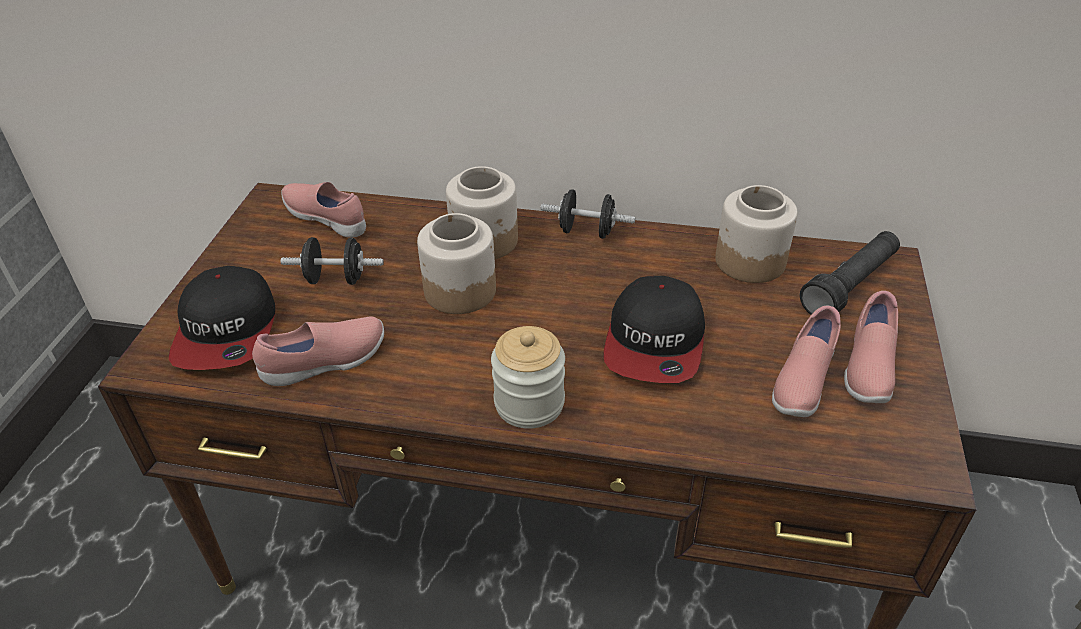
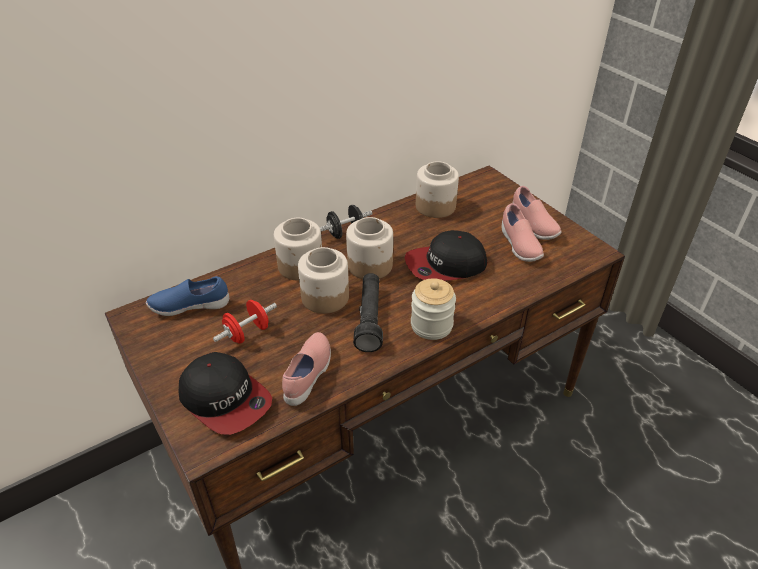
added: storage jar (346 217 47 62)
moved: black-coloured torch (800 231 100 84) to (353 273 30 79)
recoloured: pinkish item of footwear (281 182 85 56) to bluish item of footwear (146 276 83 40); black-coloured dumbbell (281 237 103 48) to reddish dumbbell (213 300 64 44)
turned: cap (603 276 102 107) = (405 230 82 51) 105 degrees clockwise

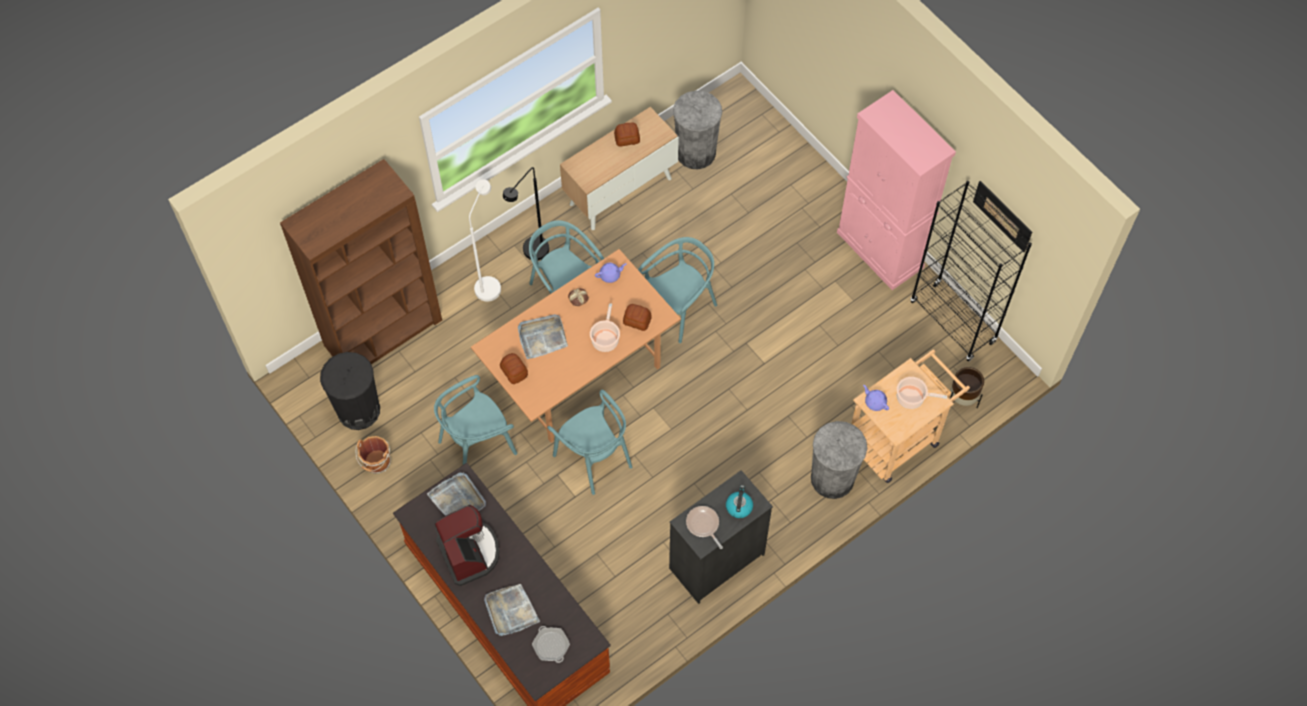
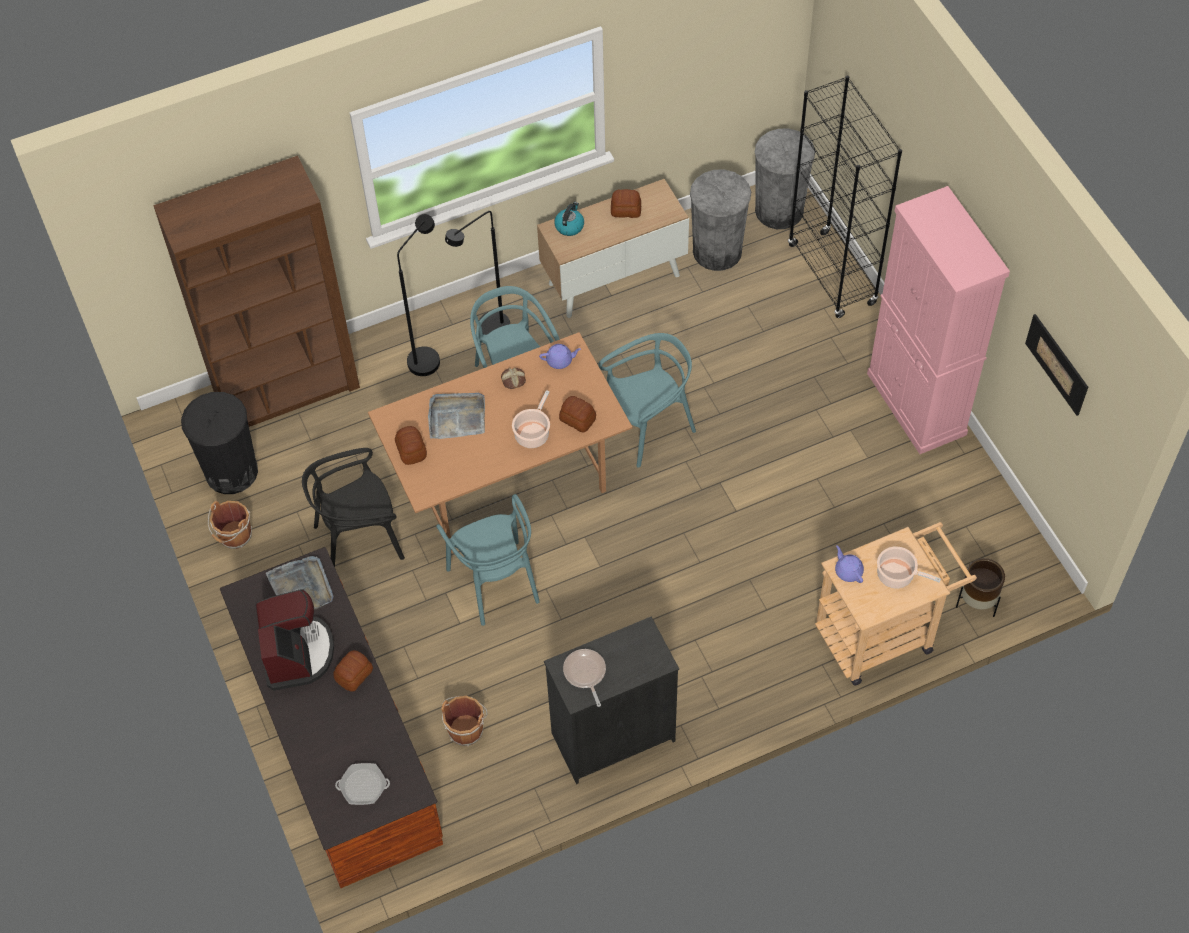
removed: greyish tray (484 584 56 52)
added: bakery bread (333 650 40 42); brown-coloured water bucket (441 696 46 50)
moved: water kettle (726 485 27 33) to (554 202 30 34); greyish waste bin (811 421 56 78) to (755 129 60 100); black-coloured shelving unit (910 181 122 181) to (788 76 114 242)
recoloured: turquoise plain chair (434 375 84 90) to black-coloured plain chair (302 448 103 119); whitish standing lamp (469 179 32 122) to black-coloured standing lamp (397 214 43 162)
turned: pan (532 626 38 37) = (335 763 55 42) 105 degrees clockwise

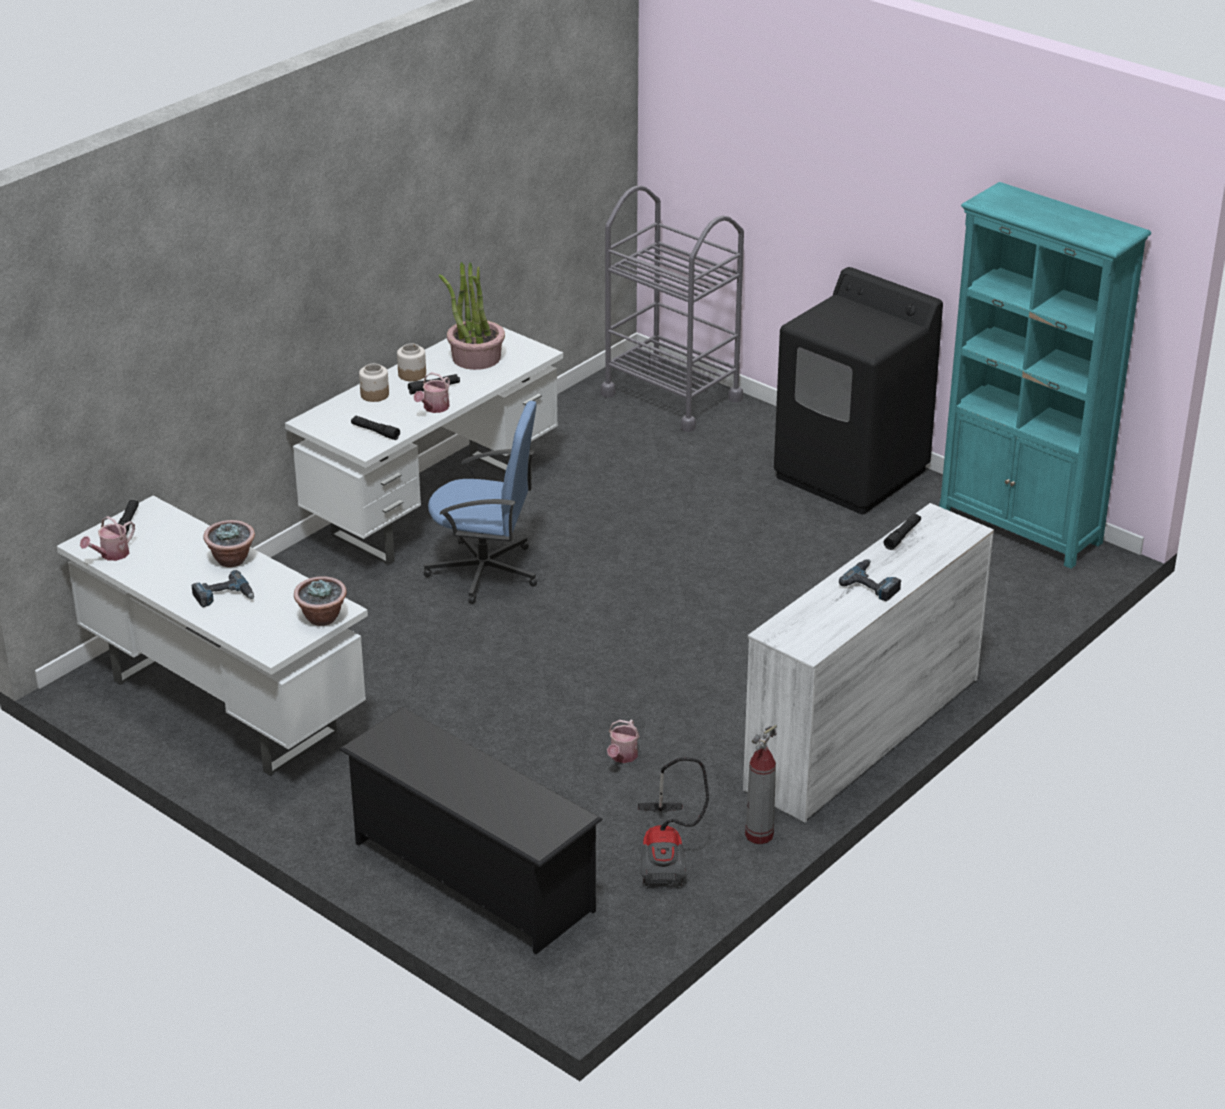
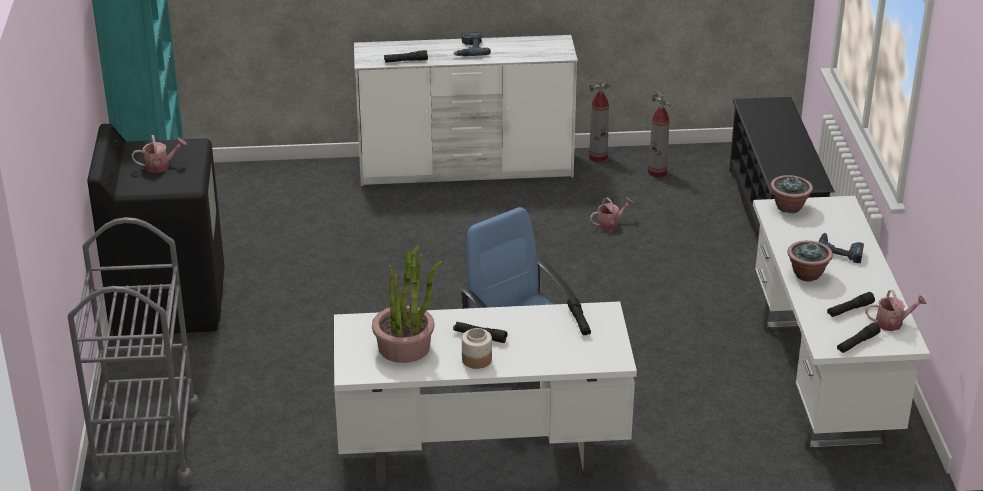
removed: storage jar (359 363 30 39)
added: black-coloured torch (827 292 48 25)
moved: watering can (414 372 36 41) to (132 135 55 38)
replaced: hoover (638 757 71 129) to fire-fighting cylinder (648 91 24 87)

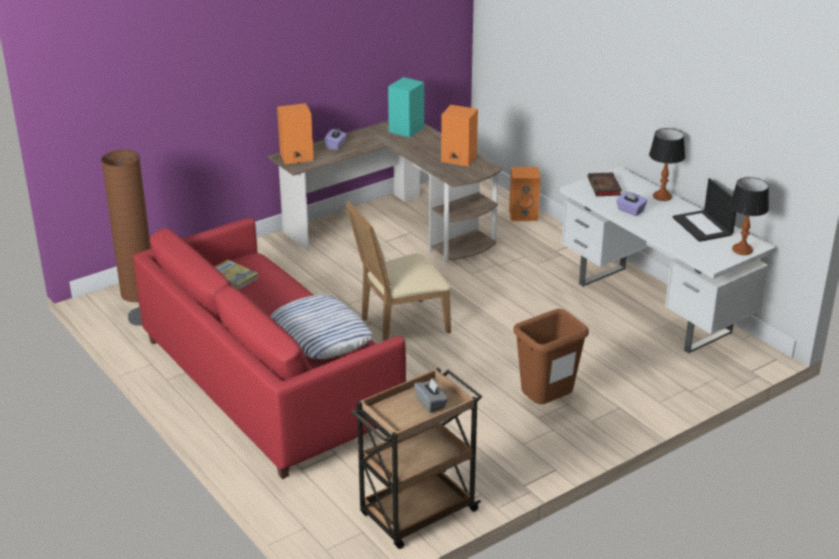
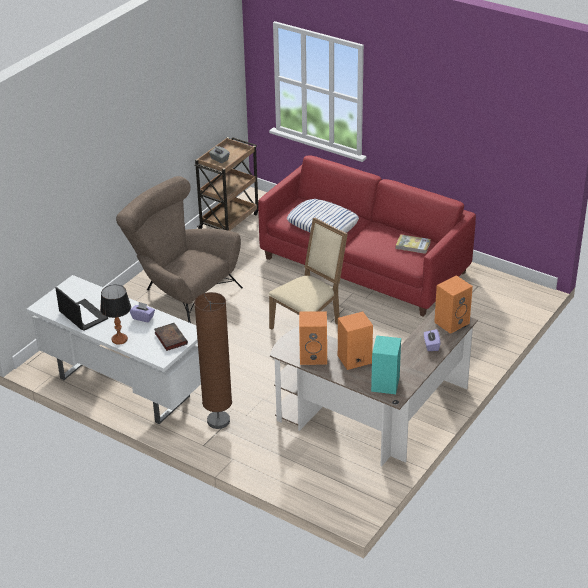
removed: tabletop lamp (729 177 40 78)
moved: brown-coloured standing lamp (101 150 50 176) to (194 292 38 137); orange-coloured audio speaker (509 167 31 54) to (338 312 35 58)
replaced: brown-coloured waste bin (513 309 76 95) to brown-coloured easy chair (116 176 127 147)

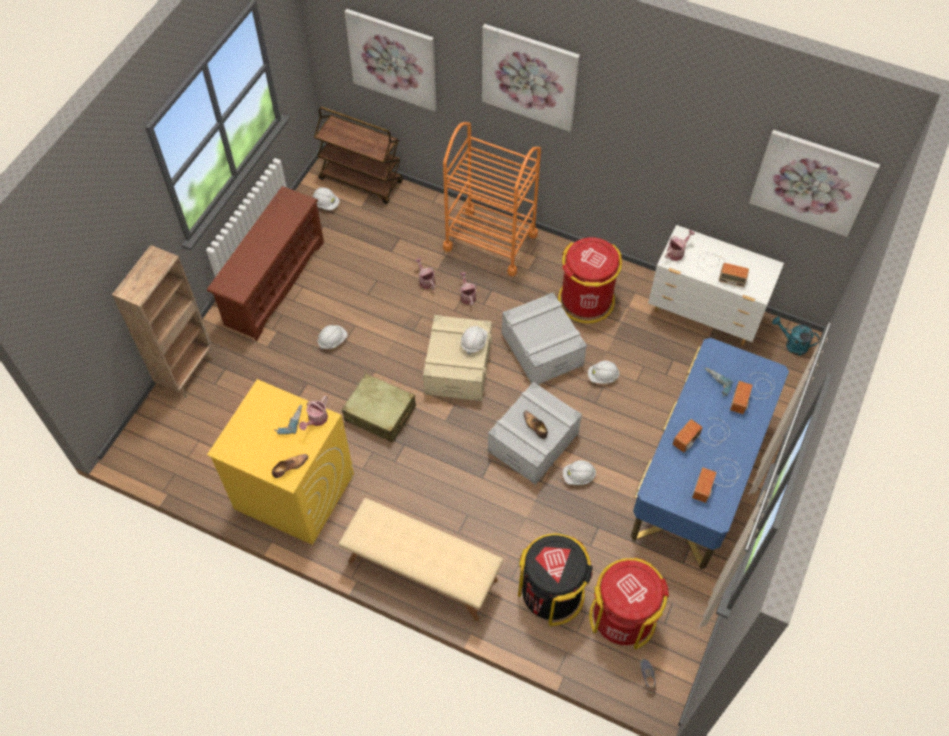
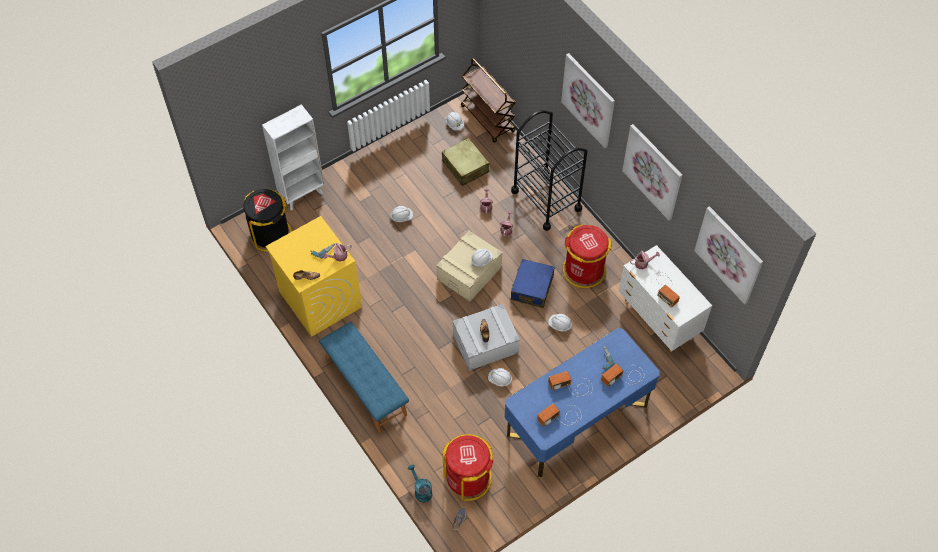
removed: brown-coloured shoe stand (207 186 117 155)
moved: black-coloured waste bin (518 534 75 92) to (243 189 49 63); turquoise watering can (772 317 48 38) to (408 465 24 38); beige-coloured piece of luggage (342 373 74 70) to (442 138 47 48); picture (344 9 92 102) to (622 124 60 96)
replaced: greyish storage box (501 292 86 93) to bluish piece of luggage (511 259 43 49)
recoloured: brown-coloured shelving unit (112 245 101 154) to whitish shelving unit (262 104 62 106); beige-coloured long seat (339 498 164 124) to bluish long seat (319 322 90 111); orange-coloured trolley (443 122 98 154) to black-coloured trolley (511 110 76 121)

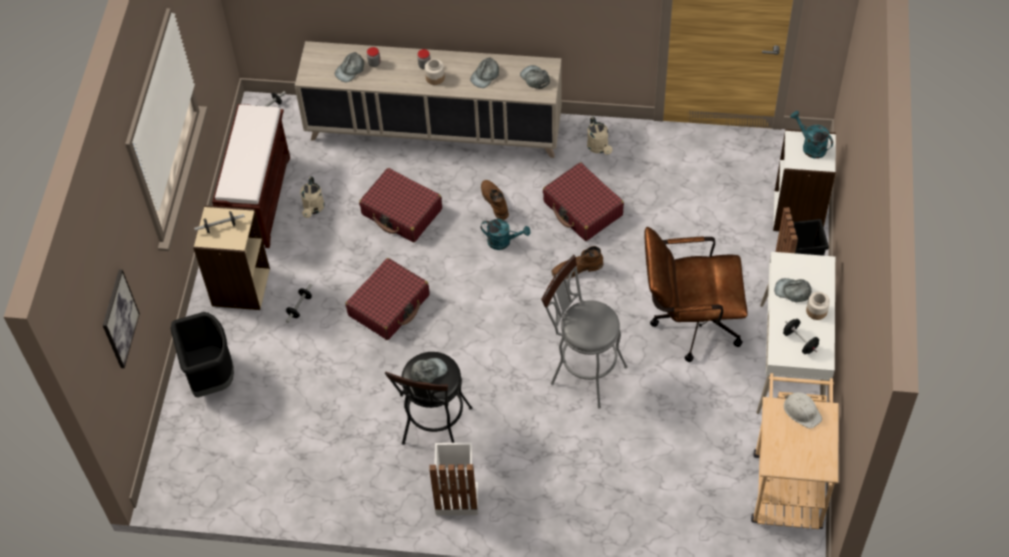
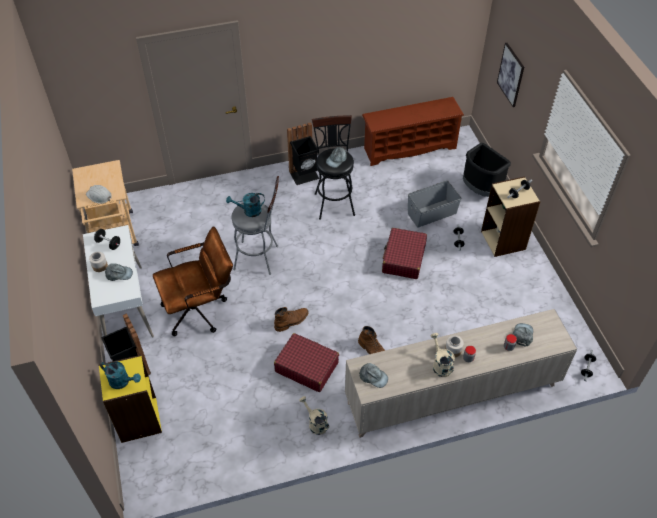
removed: brown-coloured long seat (212 104 78 144); reddish piece of luggage (359 168 83 74); greyish cap (470 57 29 31)
added: brown-coloured shoe stand (362 97 102 69); greyish storage box (408 180 54 48)
moved: turquoise watering can (481 219 49 31) to (226 193 39 24); beige-coloured watering can (300 177 25 41) to (430 333 25 44)
recoloured: whitish shelving unit (773 129 63 102) to yellow-coloured shelving unit (99 355 63 88); whitish waste bin (429 443 49 72) to black-coloured waste bin (287 122 32 63)

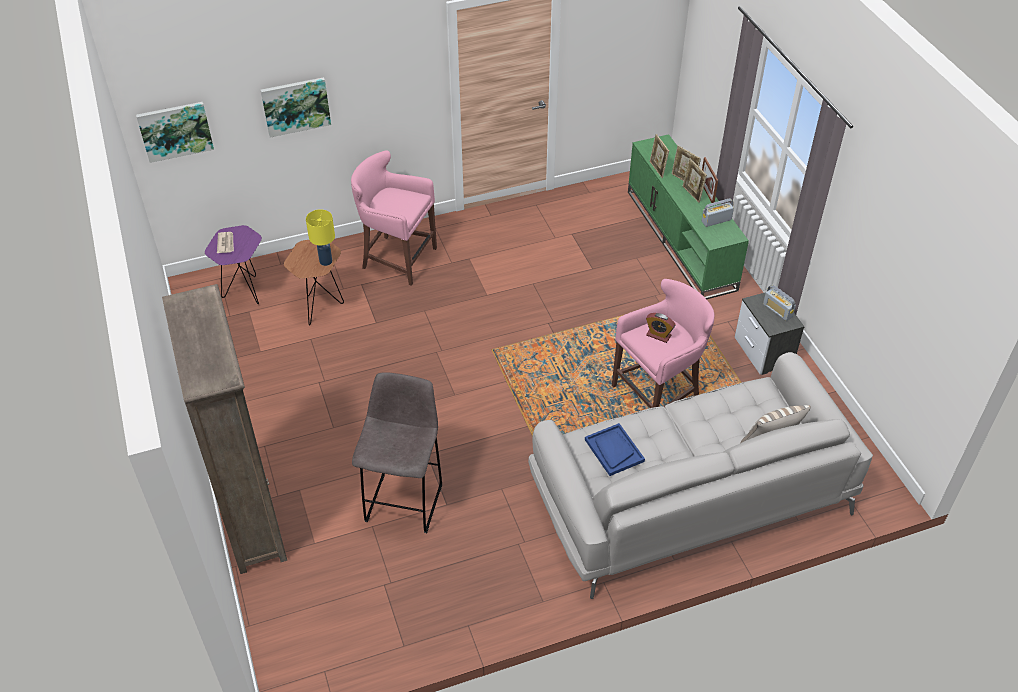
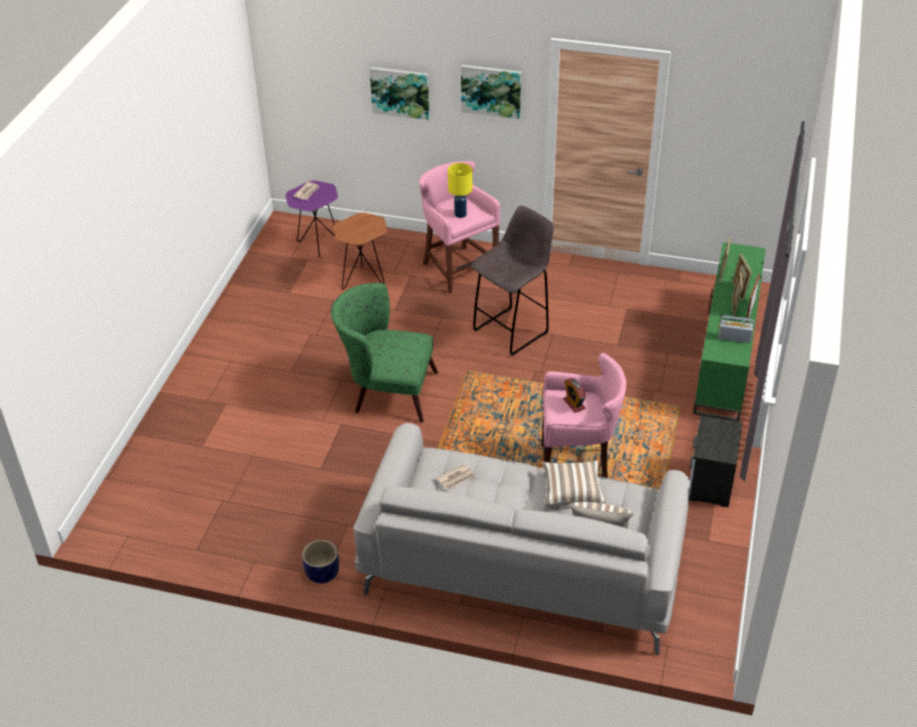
removed: brown-coloured shelving unit (162 284 125 290); radio receiver (763 285 33 36)
added: plant pot (302 540 37 43); green easy chair (331 283 107 140); pillow (541 461 65 44)
moved: yellow-coloured tabletop lamp (306 209 29 57) to (448 163 24 55); picture (136 102 78 61) to (461 65 60 54); greyish sitting stool (352 372 90 161) to (471 206 83 150)
replaced: bluish tray (585 423 60 53) to daily paper (436 464 39 26)

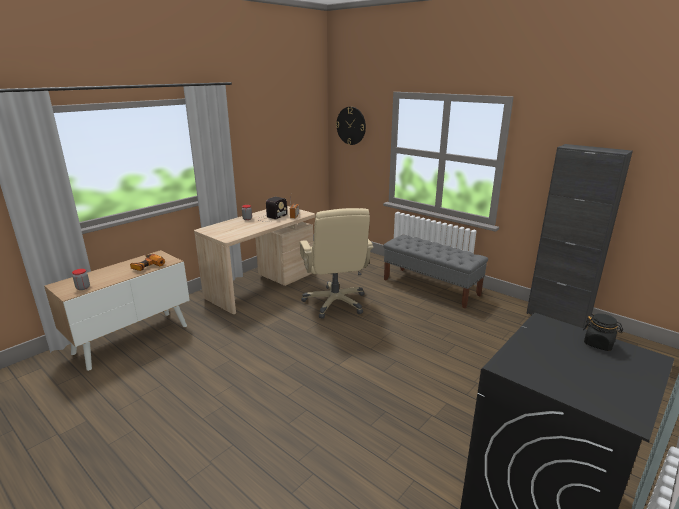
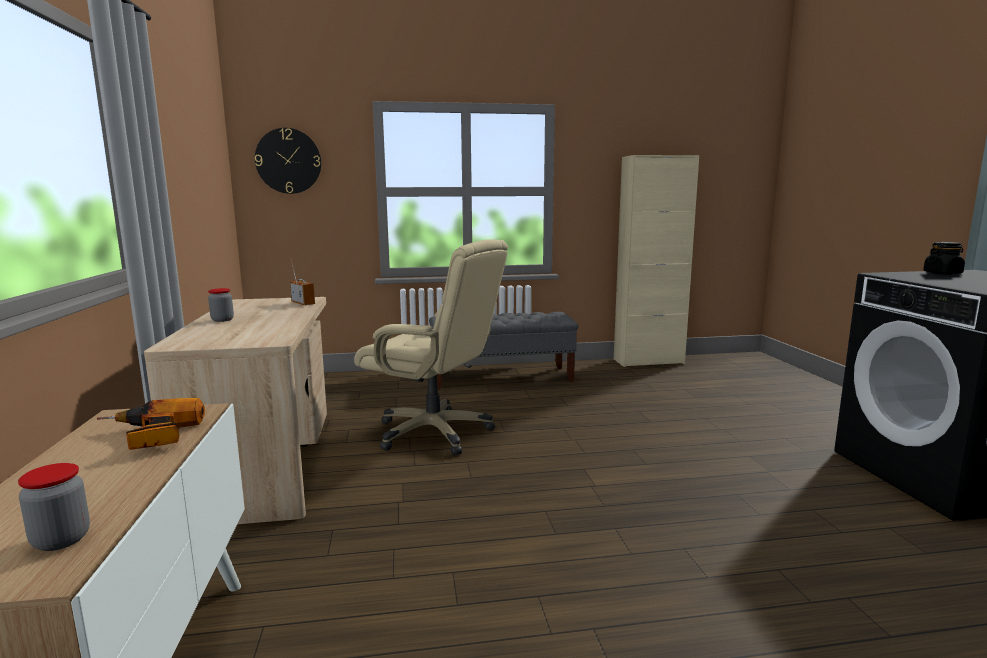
removed: radio receiver (257 197 30 25)
recoloured: black-coloured cupboard (526 144 107 185) to beige-coloured cupboard (614 155 85 212)

